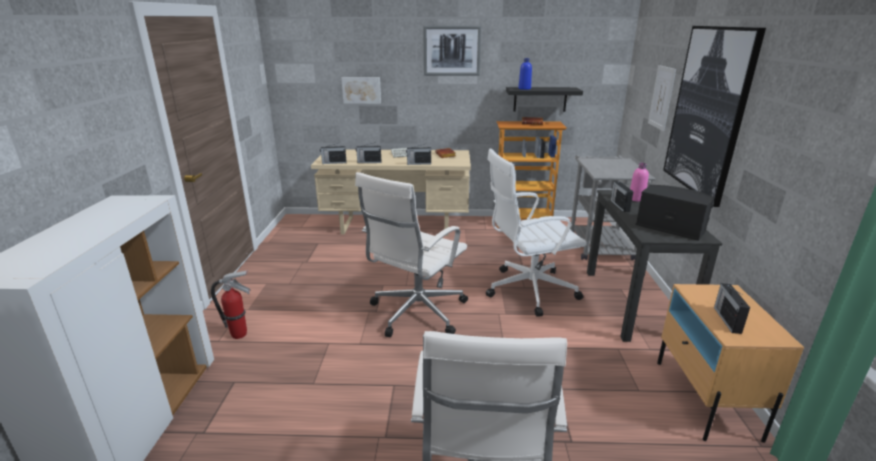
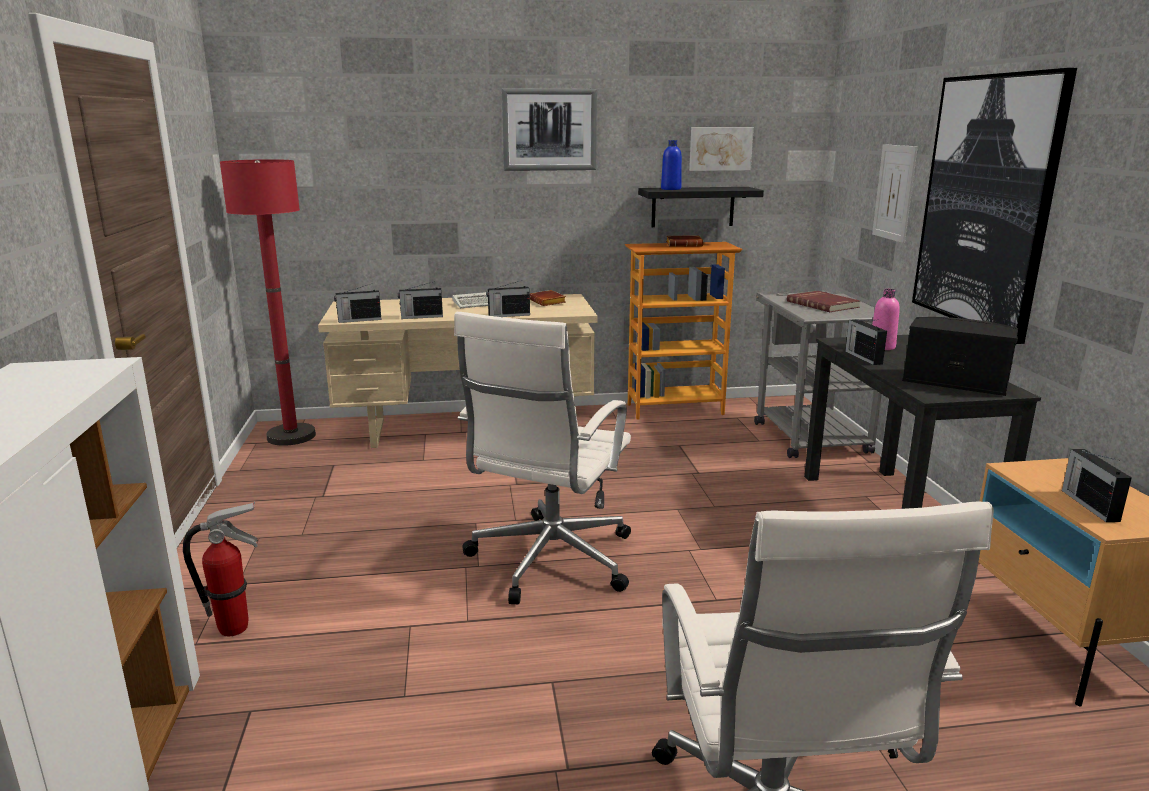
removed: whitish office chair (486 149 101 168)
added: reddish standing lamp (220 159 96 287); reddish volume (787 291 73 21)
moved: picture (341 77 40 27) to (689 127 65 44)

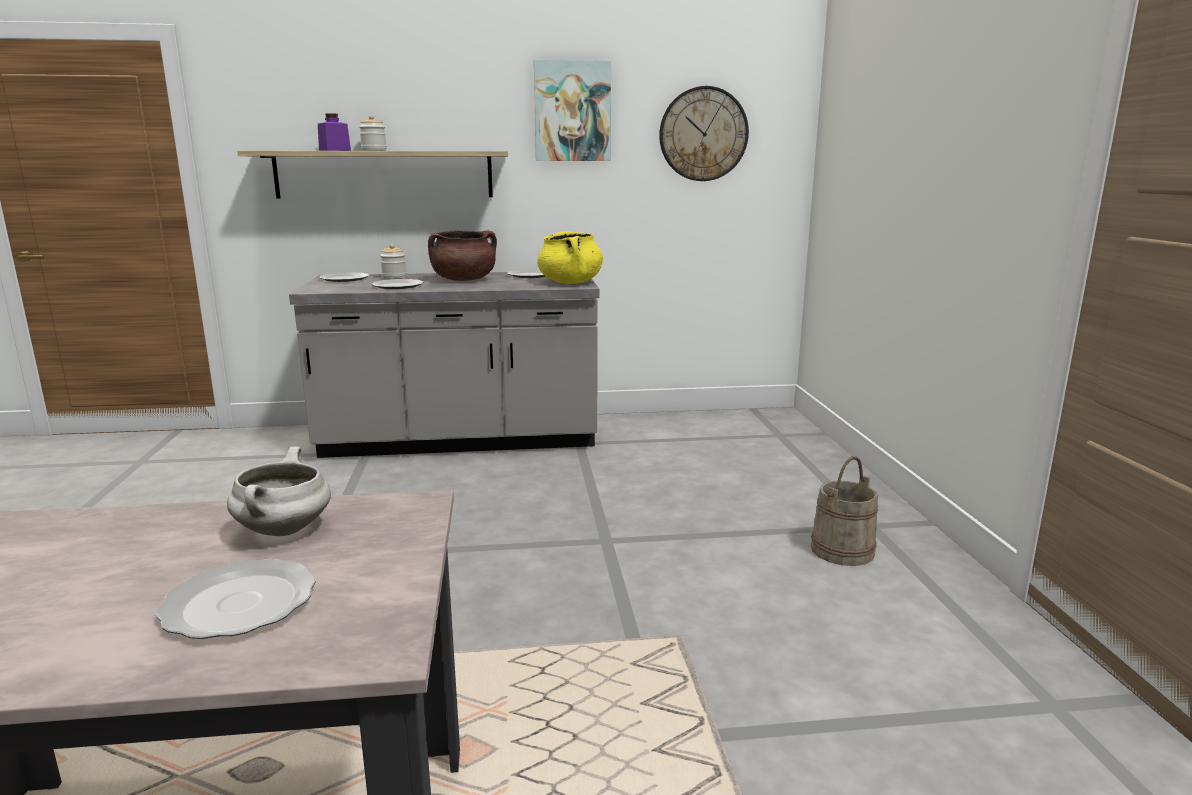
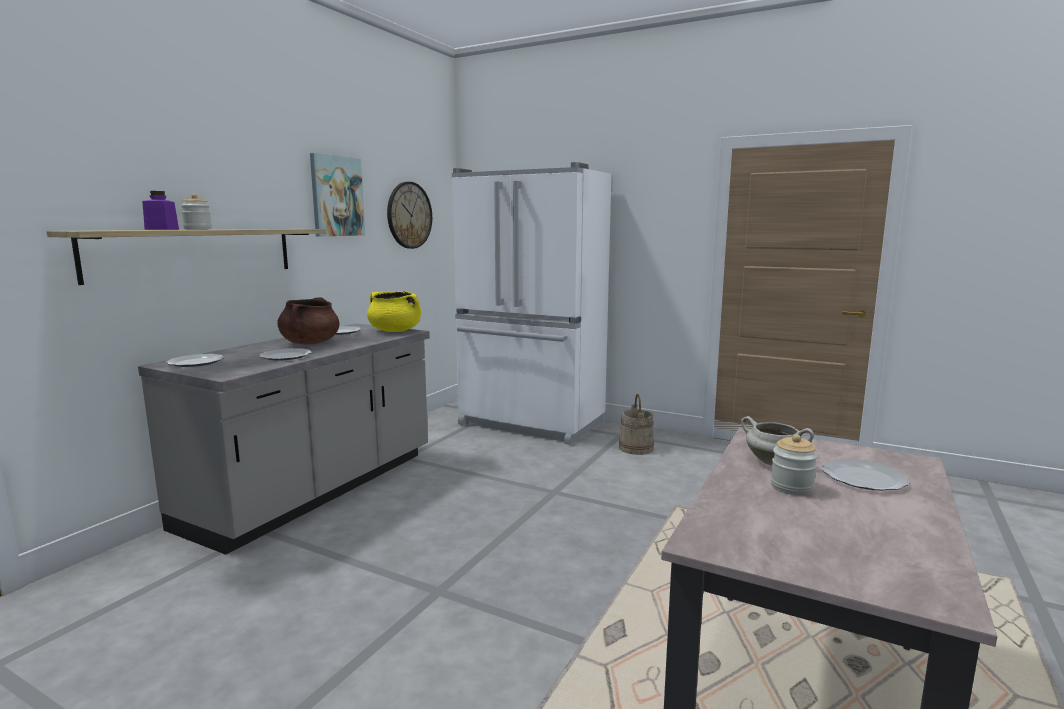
added: whitish fridge (452 162 159 283)
moved: storage jar (380 244 27 35) to (771 434 47 61)

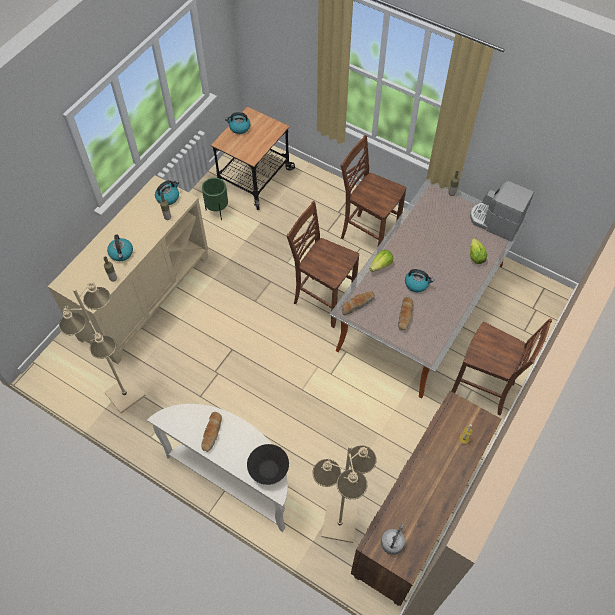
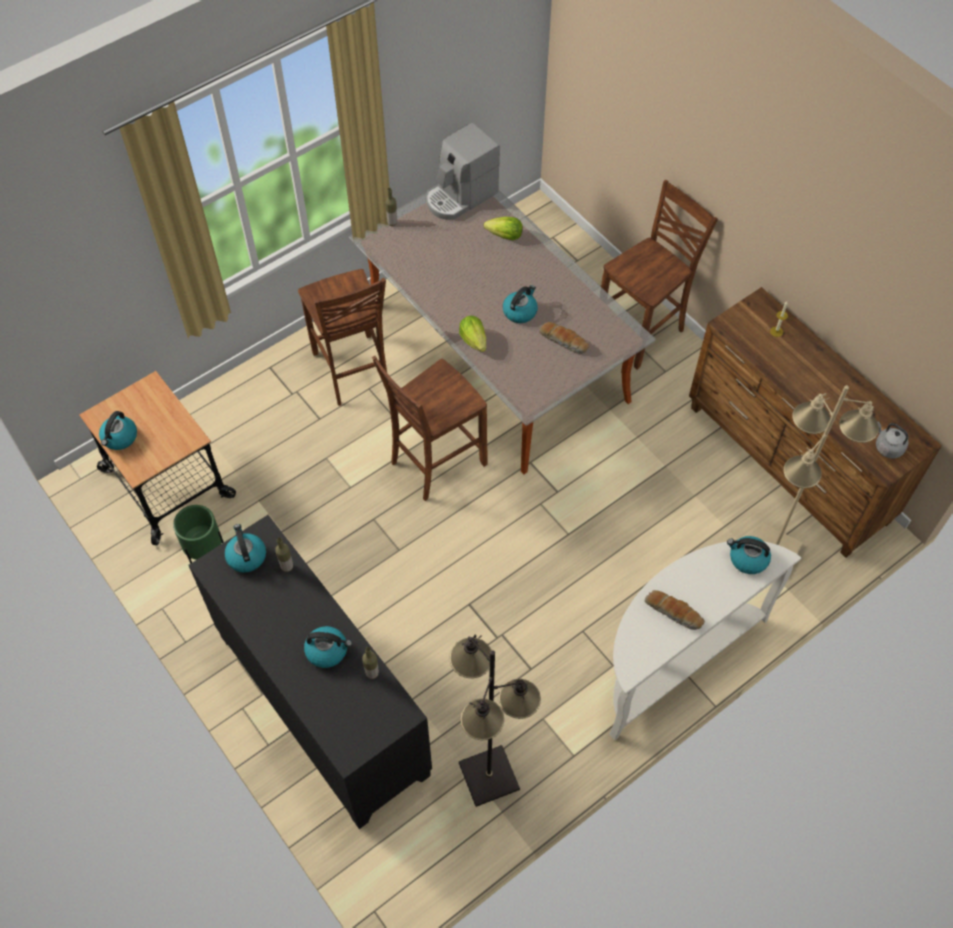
removed: bakery bread (342 291 33 24)
replaced: black-coloured deep dish (247 444 42 41) to water kettle (727 536 44 38)
recoloured: beige-coloured cupboard (48 175 160 189) to black-coloured cupboard (189 515 243 314); beige-coloured standing lamp (59 282 87 132) to black-coloured standing lamp (449 635 92 172)
turned: brown-coloured plain chair (341 135 65 111) = (298 269 89 137) 75 degrees counterclockwise

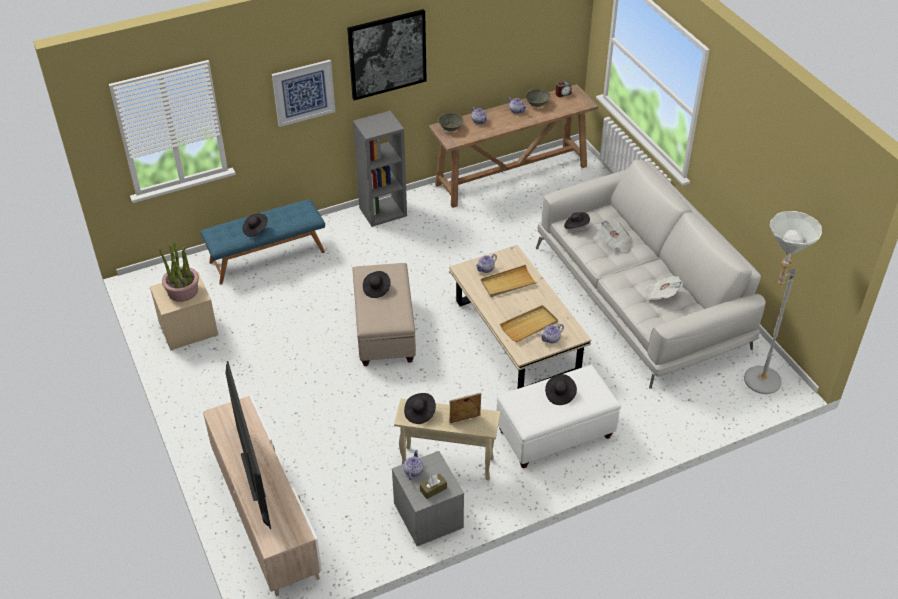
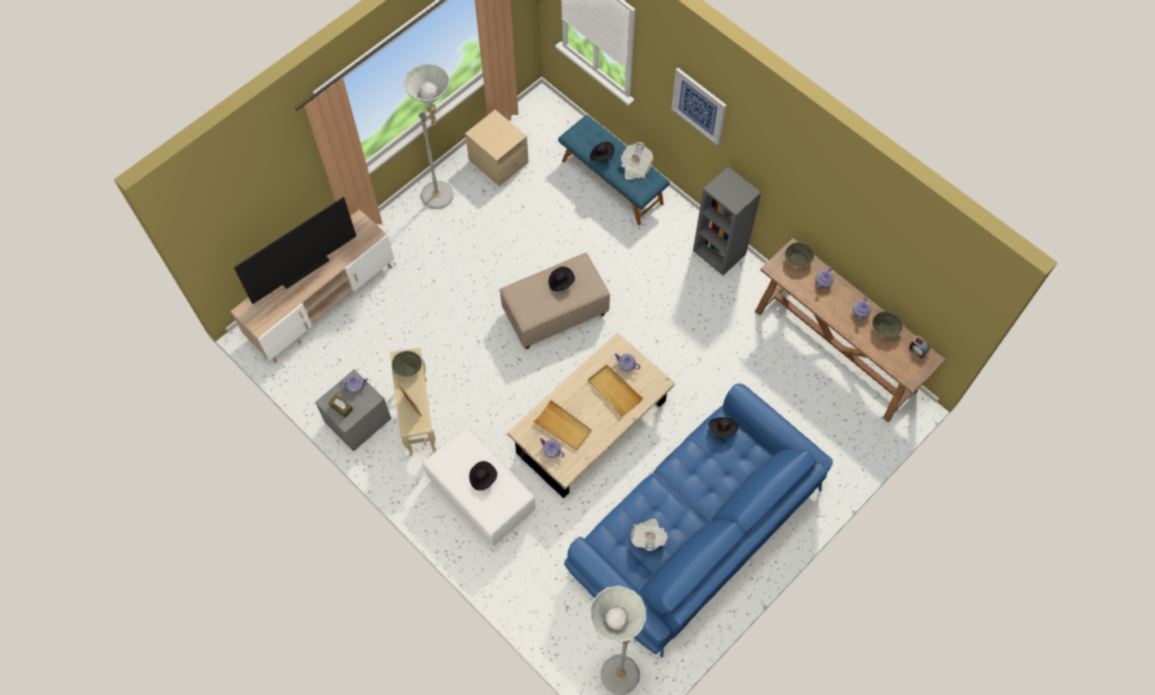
removed: houseplant (160 242 39 60); picture (347 9 80 91)
added: greyish standing lamp (404 64 49 145)
moved: daily paper (600 219 32 33) to (621 142 32 38)
replaced: black-coloured wearable hat (404 393 32 31) to greyish deep dish (392 351 30 26)
recoloured: whitish settee (536 160 230 229) to bluish settee (564 384 269 274)

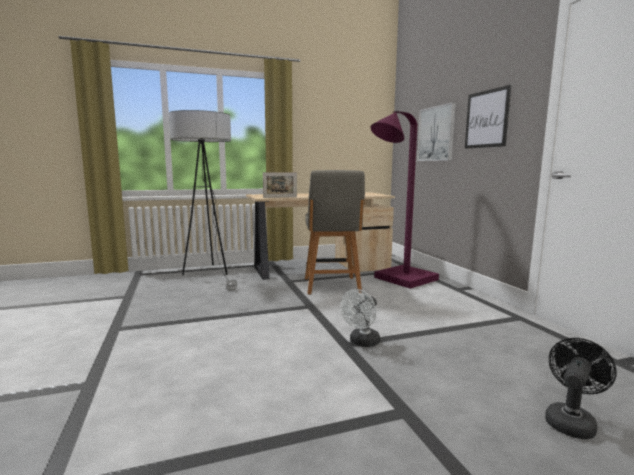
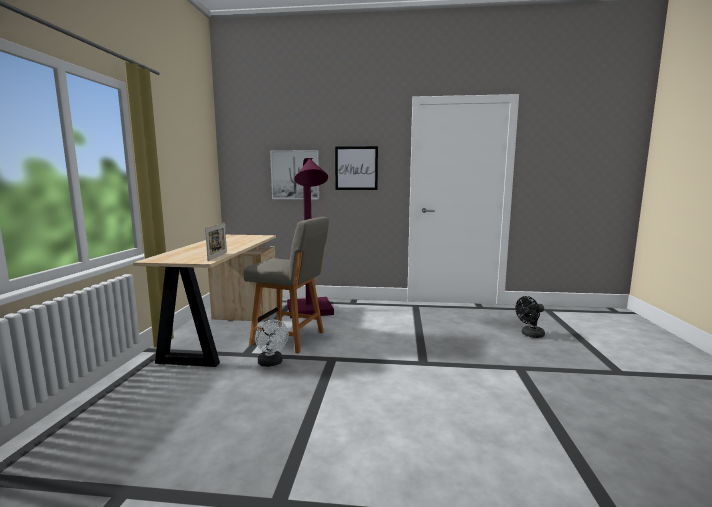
removed: standing lamp (169 110 68 181)
moved: whitish electric fan (340 289 40 58) to (255 320 34 47)
turned: black-coloured electric fan (545 338 72 101) = (516 296 29 42) 90 degrees counterclockwise

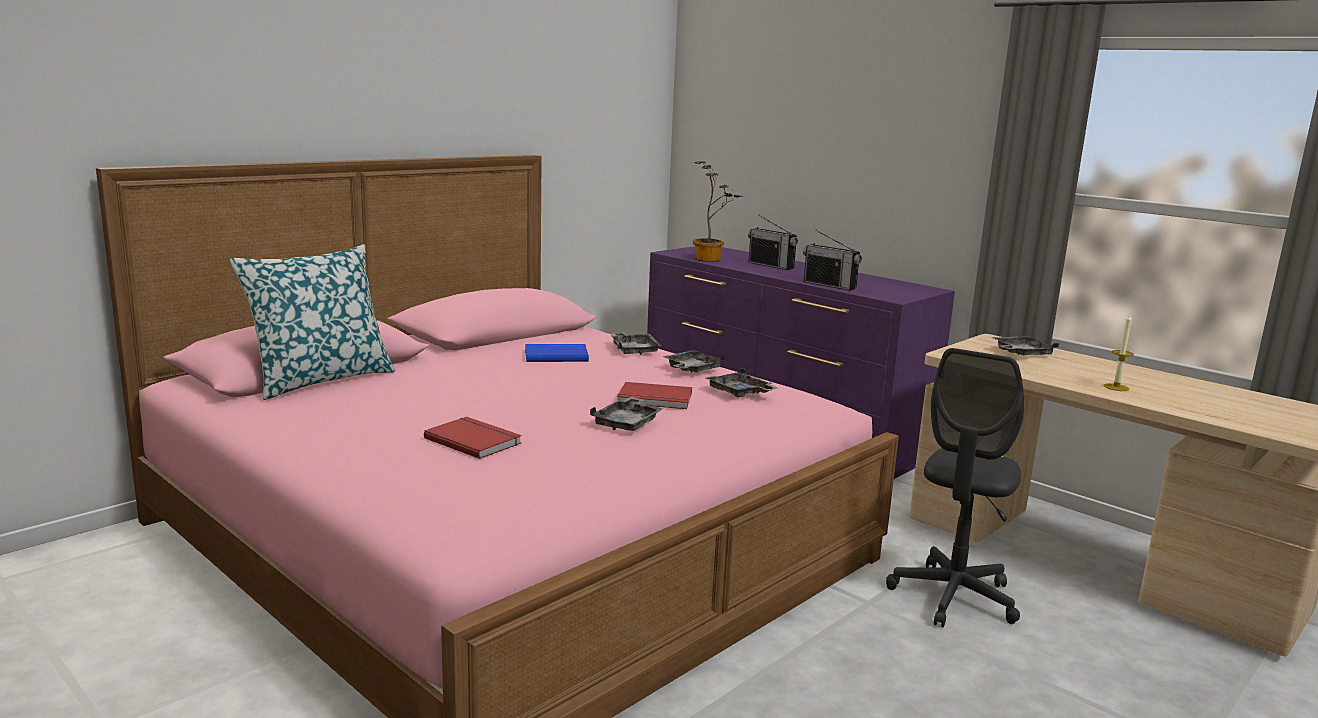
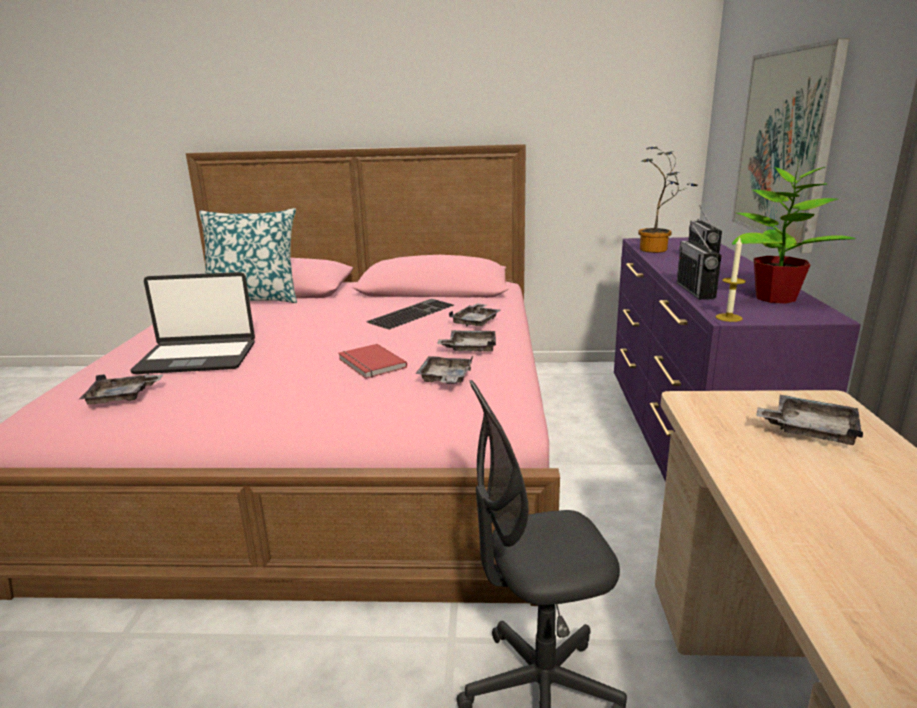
added: picture (732 38 118 215); houseplant (732 160 124 144)
moved: greyish tray (590 396 73 35) to (80 374 83 31); wax candle (1104 314 30 77) to (716 238 30 84)
replaced: reddish volume (424 417 98 42) to notebook computer (131 272 124 102); bluish volume (525 344 64 18) to computer keyboard (366 299 88 31)

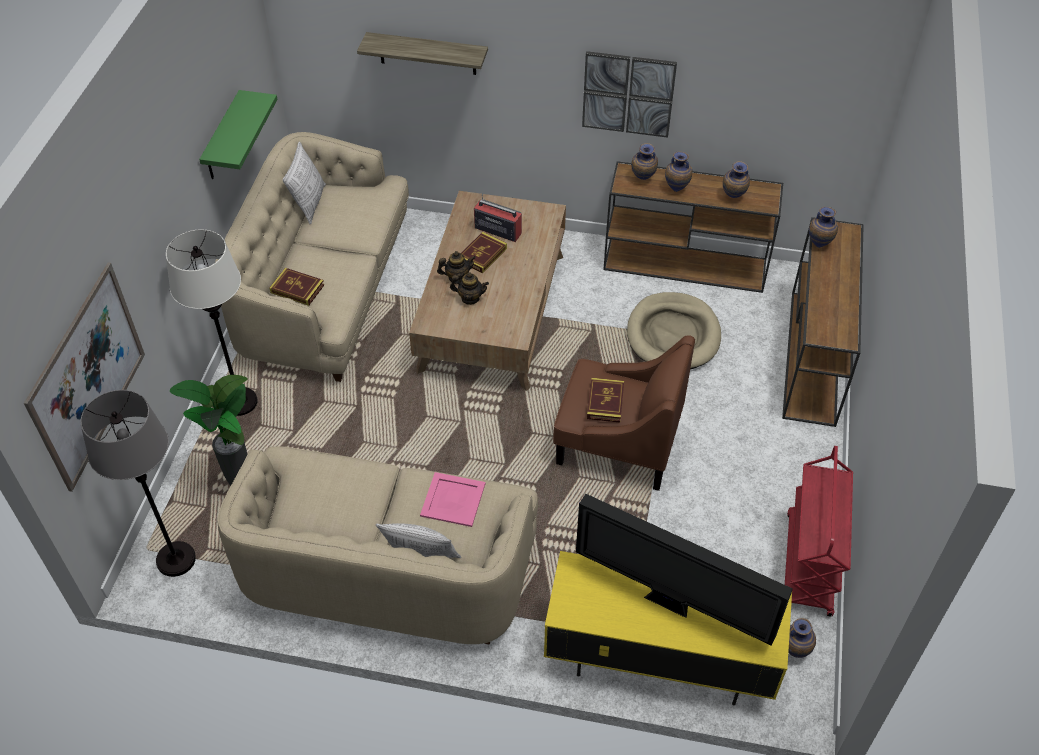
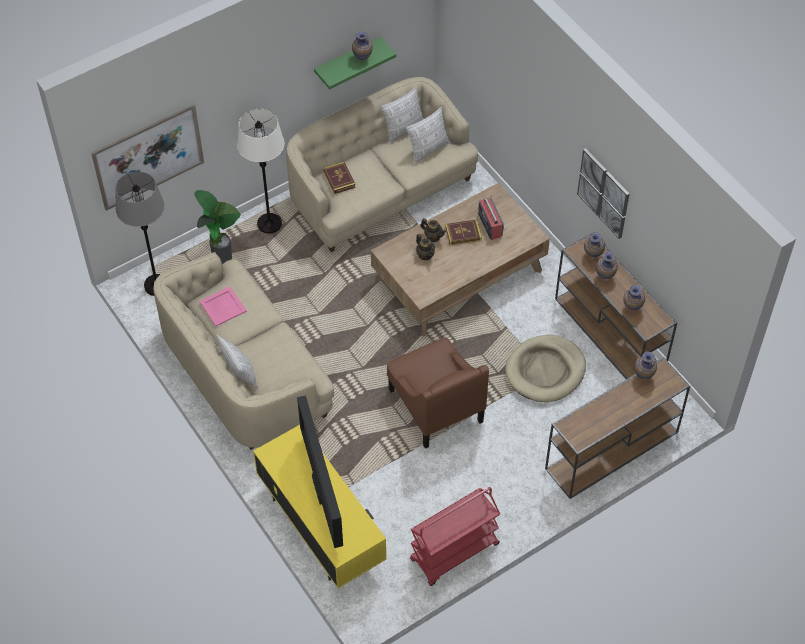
removed: bracket shelf (357 32 131 43); volume (587 378 37 44)
added: pillow (406 107 45 57)
moved: pinkish tray (420 472 66 55) to (199 286 48 40); flower vase (788 618 28 40) to (352 31 20 30)

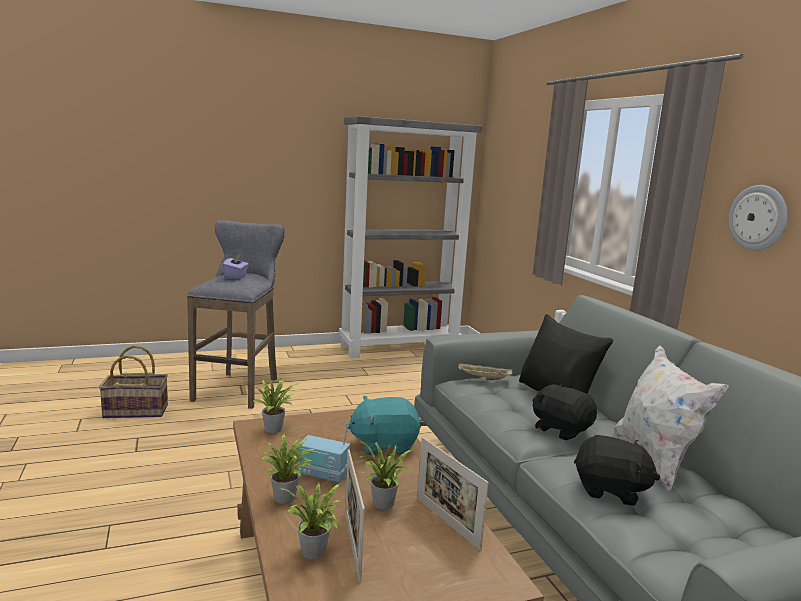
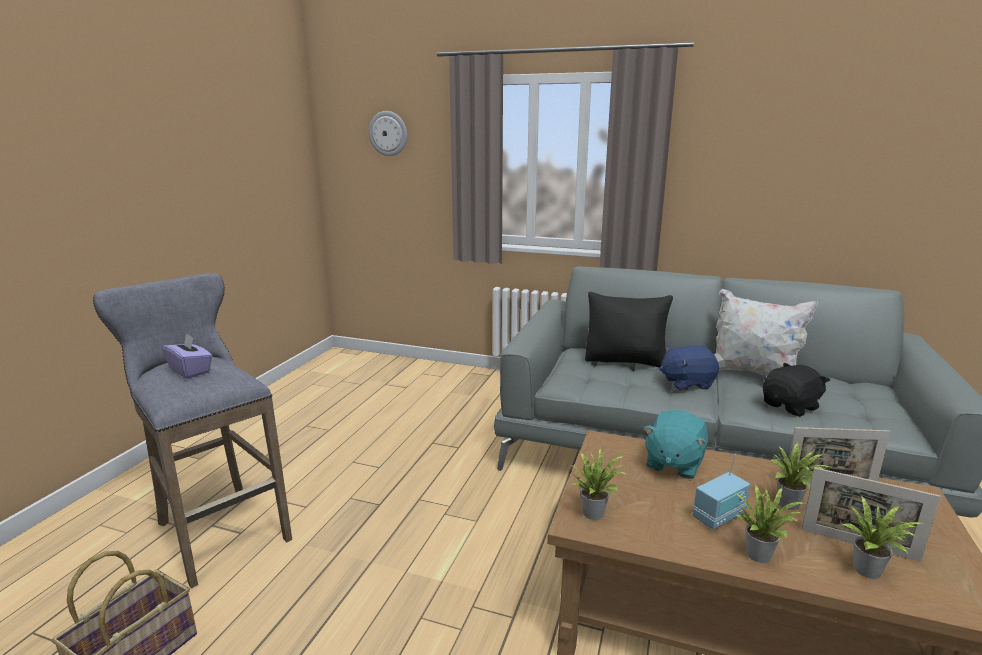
removed: greyish shelving unit (339 116 143 243); beige-coloured tray (458 363 54 17)
moved: clock on the wall (728 185 60 66) to (369 111 38 45)
recoloured: black-coloured plush toy (532 384 65 56) to bluish plush toy (659 345 60 45)

